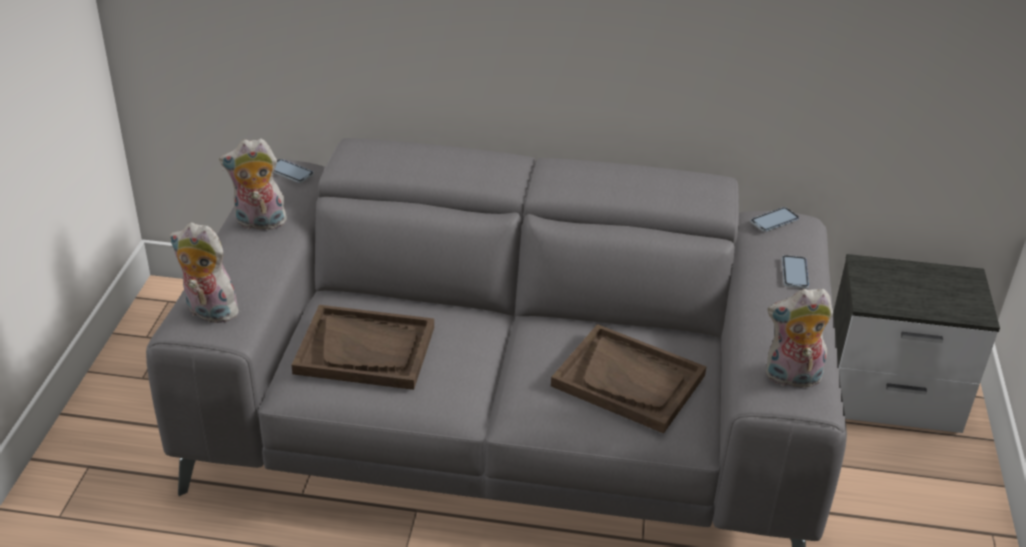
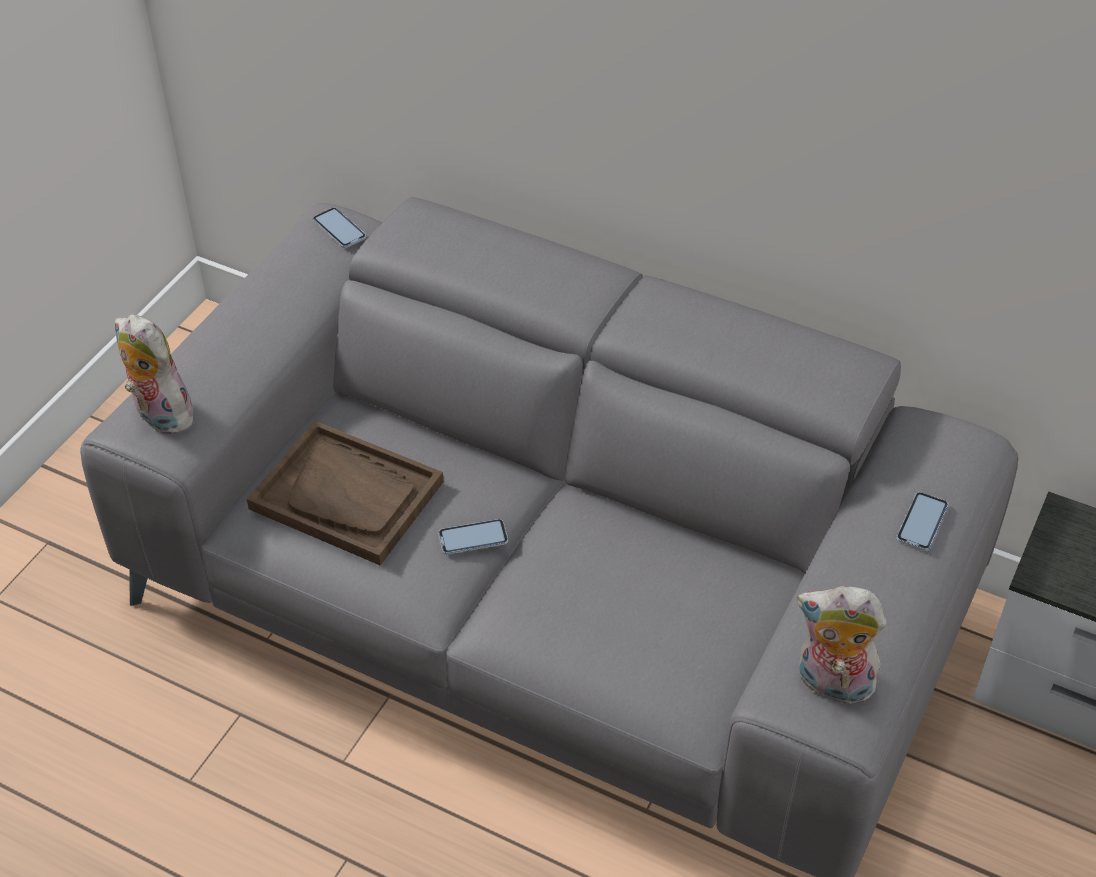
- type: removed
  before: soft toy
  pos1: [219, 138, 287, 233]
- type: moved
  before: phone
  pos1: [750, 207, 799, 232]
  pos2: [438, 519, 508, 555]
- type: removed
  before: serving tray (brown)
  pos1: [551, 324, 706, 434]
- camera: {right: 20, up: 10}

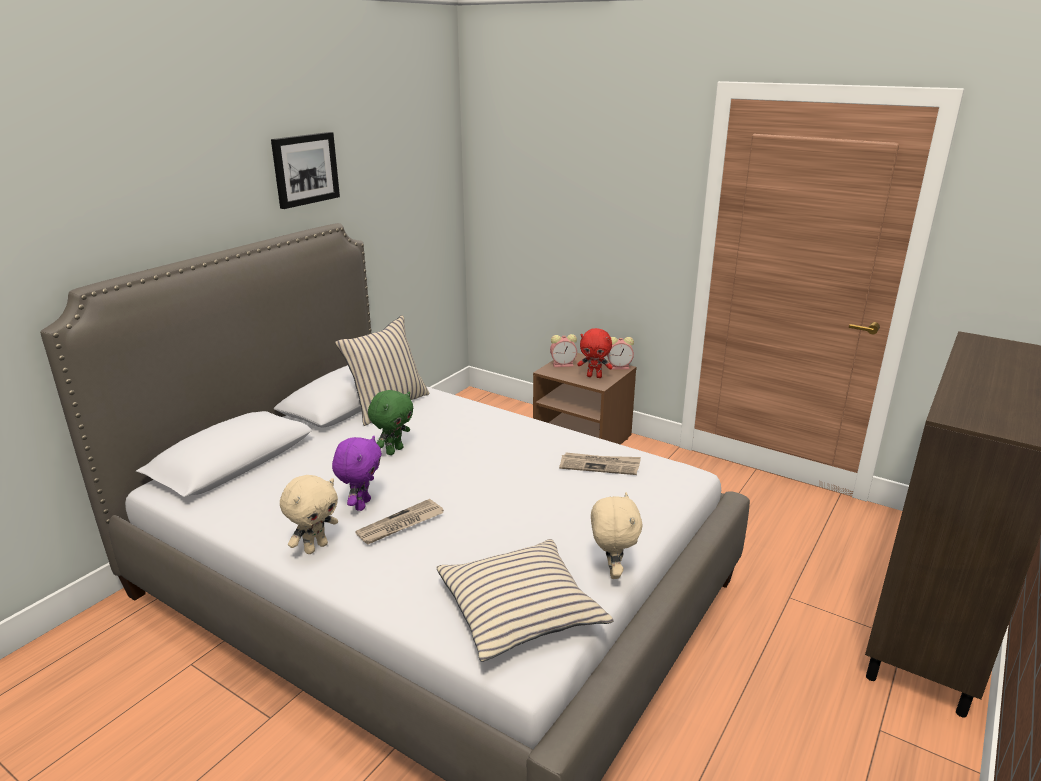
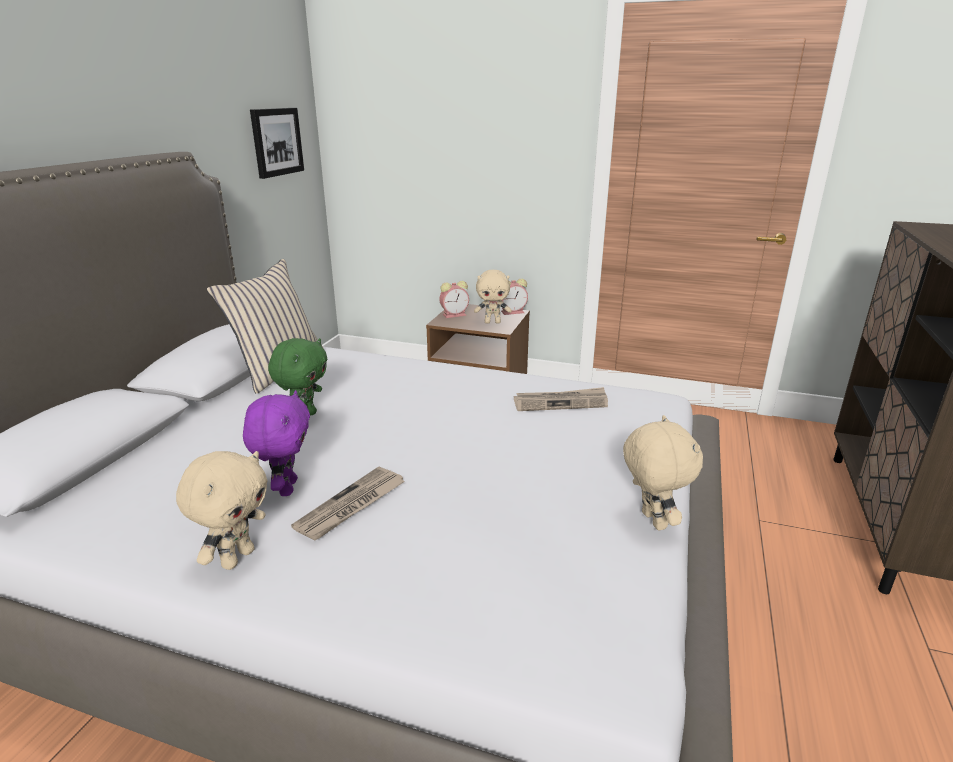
- type: moved
  before: wall art
  pos1: [271, 132, 340, 209]
  pos2: [250, 108, 304, 179]
- type: recoloured
  before: soft toy (red-coloured)
  after: soft toy (sand-coloured)
  pos1: [577, 328, 613, 378]
  pos2: [474, 270, 512, 324]
- type: removed
  before: throw pillow (sand-coloured)
  pos1: [436, 539, 614, 662]
- camera: {right: -15, up: 0}

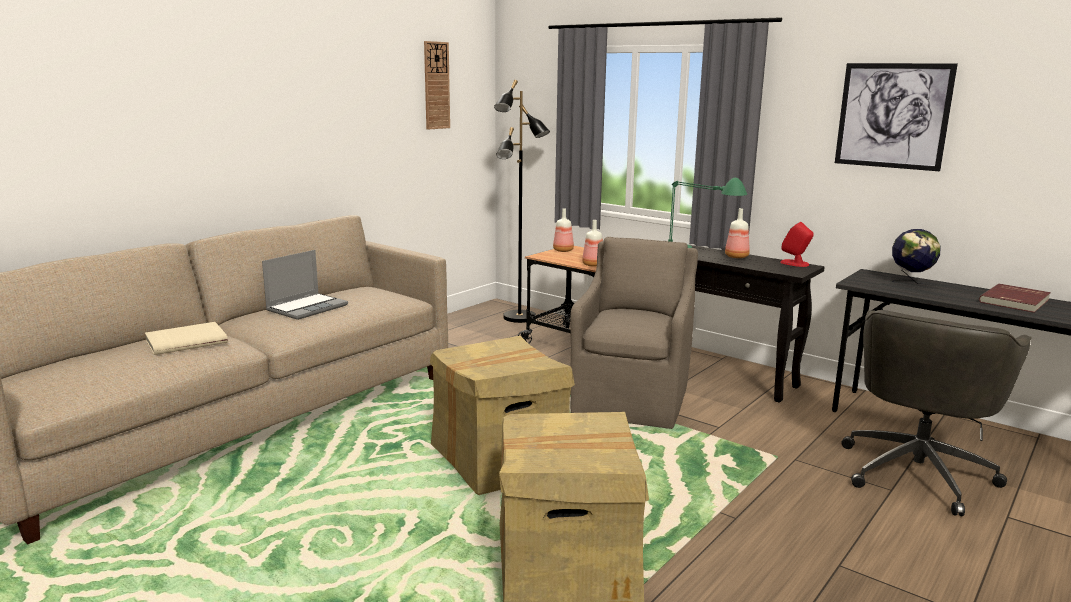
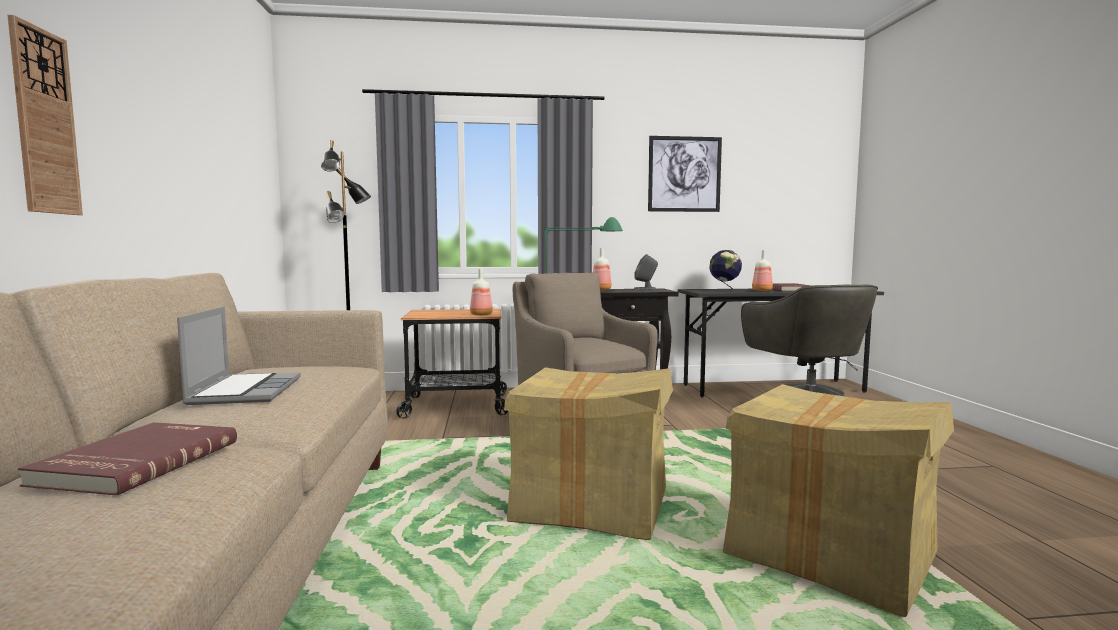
- type: moved
  before: hanging clock
  pos1: [424, 41, 450, 130]
  pos2: [8, 15, 83, 215]
- type: moved
  before: bottle
  pos1: [553, 209, 574, 252]
  pos2: [752, 250, 773, 291]
- type: recoloured
  before: loudspeaker (red-coloured)
  after: loudspeaker (grey)
  pos1: [780, 222, 814, 267]
  pos2: [634, 254, 658, 289]
- type: recoloured
  before: book (sand-coloured)
  after: book (red-coloured)
  pos1: [145, 322, 228, 355]
  pos2: [18, 422, 237, 496]
- camera: {right: -45, up: -10}

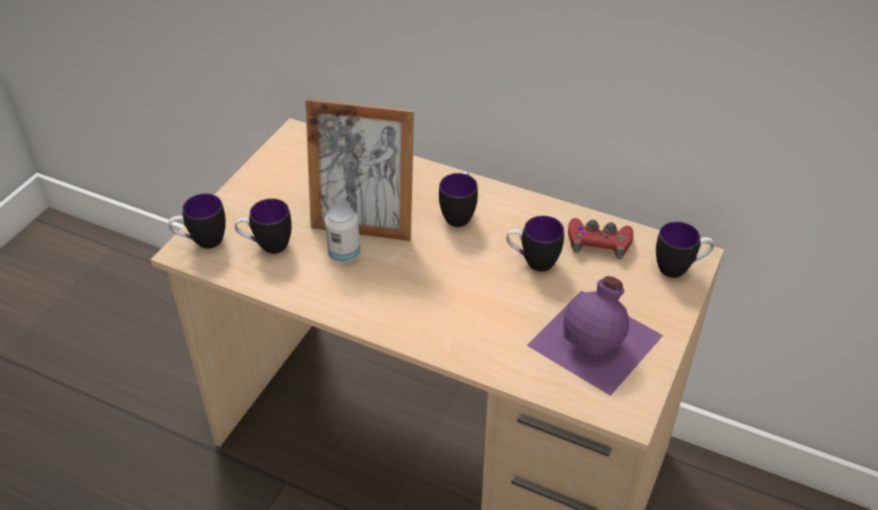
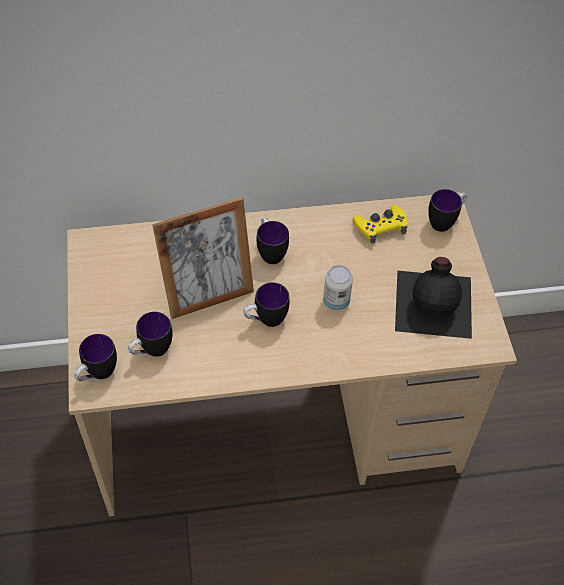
- type: moved
  before: sealed can
  pos1: [325, 204, 360, 263]
  pos2: [323, 265, 353, 311]
- type: moved
  before: coffee mug
  pos1: [506, 216, 564, 272]
  pos2: [243, 282, 290, 327]
- type: recoloured
  before: gamepad (red-coloured)
  after: gamepad (yellowish)
  pos1: [568, 218, 633, 259]
  pos2: [353, 205, 407, 243]
- type: recoloured
  before: bottle (purplish)
  after: bottle (blackish)
  pos1: [527, 276, 663, 396]
  pos2: [395, 257, 472, 339]
- camera: {right: -35, up: 10}

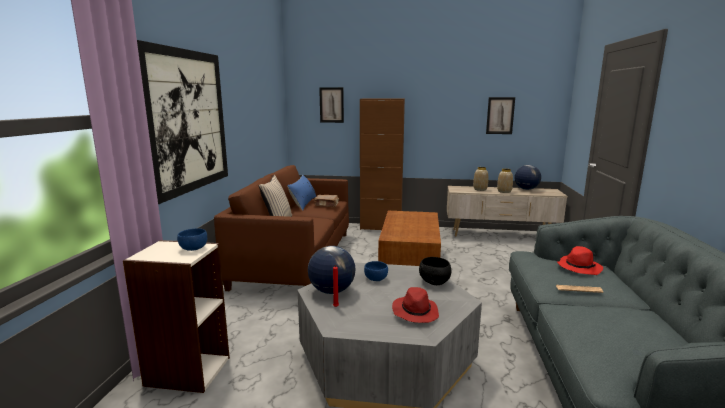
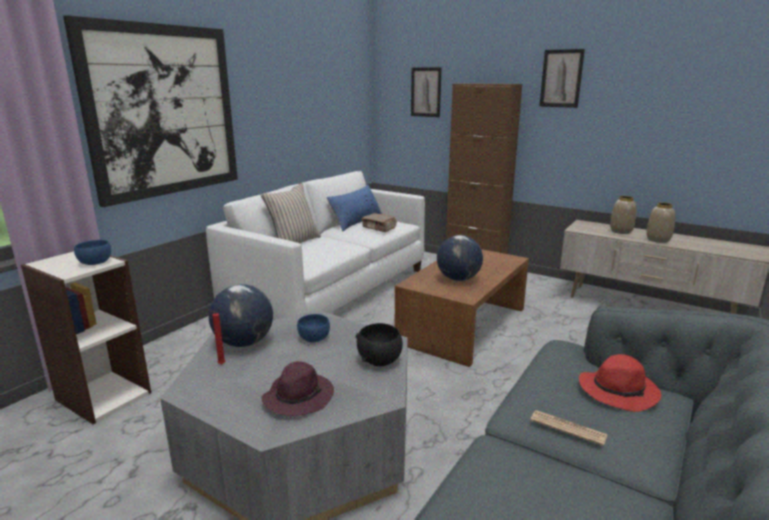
- type: moved
  before: wall art
  pos1: [486, 97, 515, 134]
  pos2: [539, 49, 585, 108]
- type: recoloured
  before: couch (brown)
  after: couch (white)
  pos1: [214, 165, 349, 291]
  pos2: [206, 171, 425, 320]
- type: moved
  before: globe
  pos1: [514, 165, 541, 190]
  pos2: [437, 235, 483, 281]
- type: recoloured
  before: clothing hat (red-coloured)
  after: clothing hat (purplish)
  pos1: [392, 287, 439, 323]
  pos2: [261, 361, 334, 416]
- camera: {right: 25, up: 5}

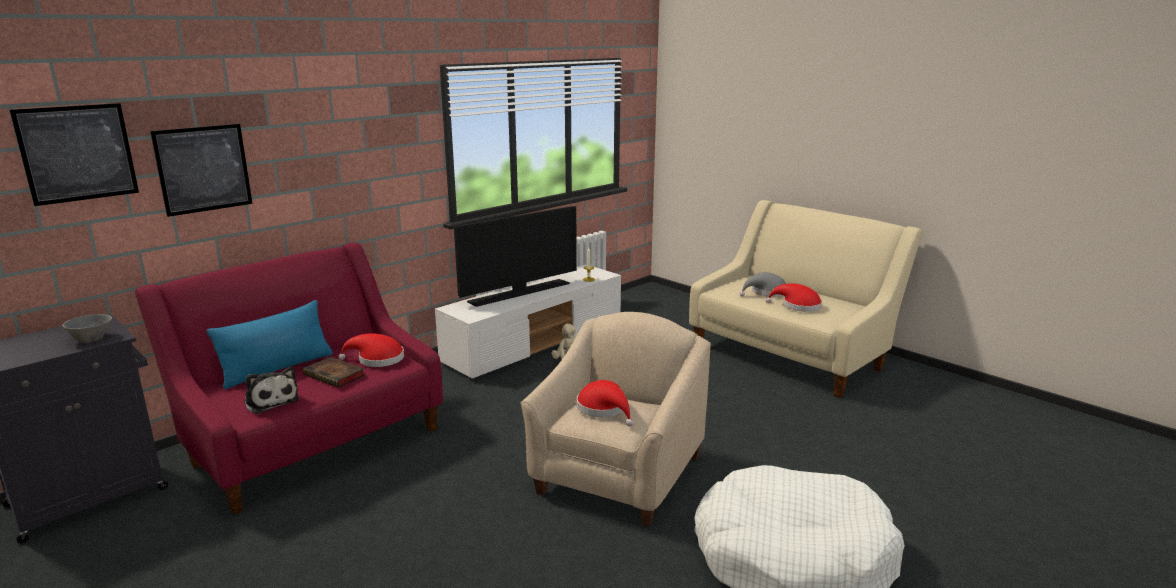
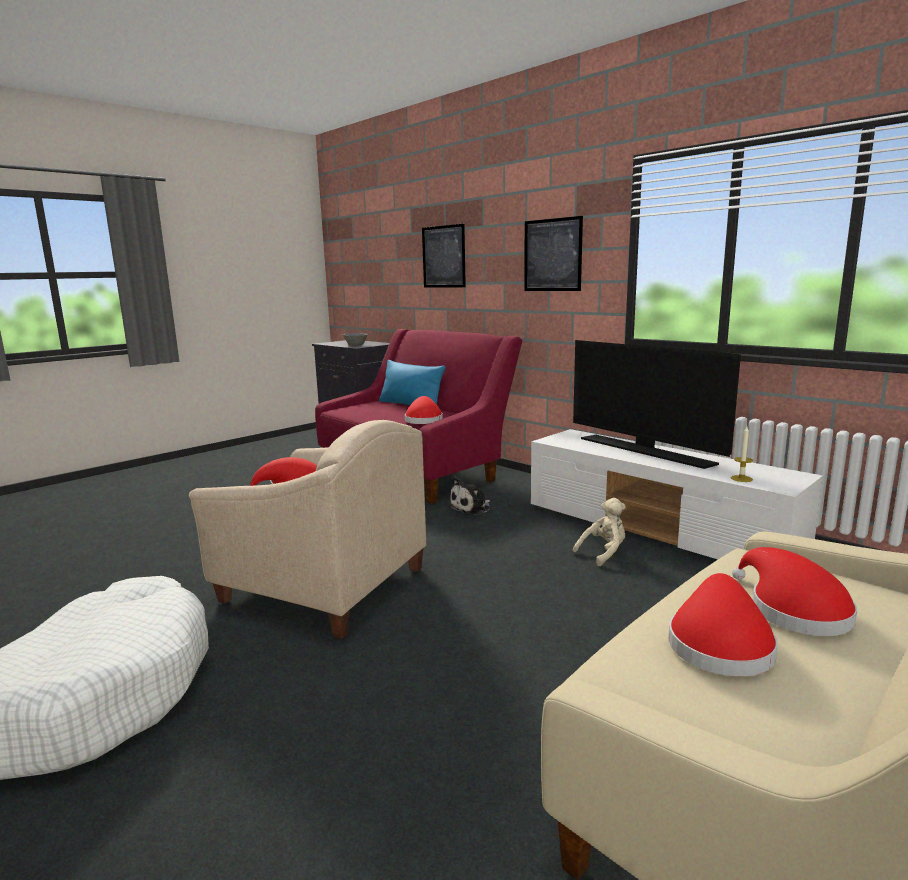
- type: moved
  before: wall art
  pos1: [9, 103, 139, 206]
  pos2: [524, 216, 583, 291]
- type: recoloured
  before: clothing hat (grey)
  after: clothing hat (red-coloured)
  pos1: [739, 272, 786, 297]
  pos2: [732, 547, 857, 636]
- type: removed
  before: book
  pos1: [303, 357, 365, 388]
- type: moved
  before: soft toy
  pos1: [244, 367, 299, 414]
  pos2: [448, 477, 491, 515]
- camera: {right: 90, up: -5}

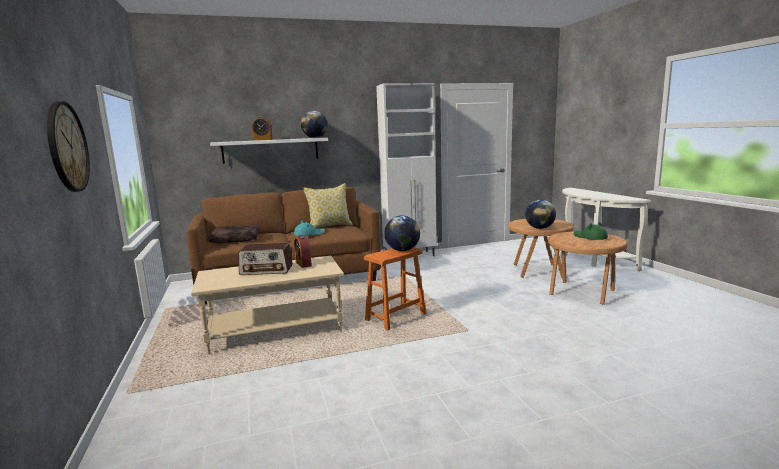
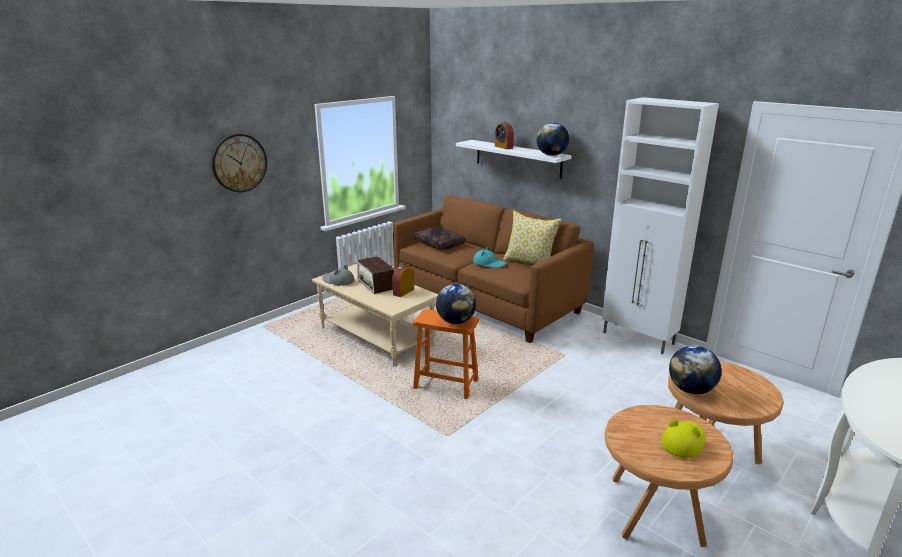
- type: recoloured
  before: clothing hat (green-coloured)
  after: clothing hat (yellowish)
  pos1: [574, 222, 608, 240]
  pos2: [661, 420, 705, 458]
- type: added
  after: clothing hat (grey)
  pos2: [322, 265, 355, 286]
- camera: {right: 60, up: 10}

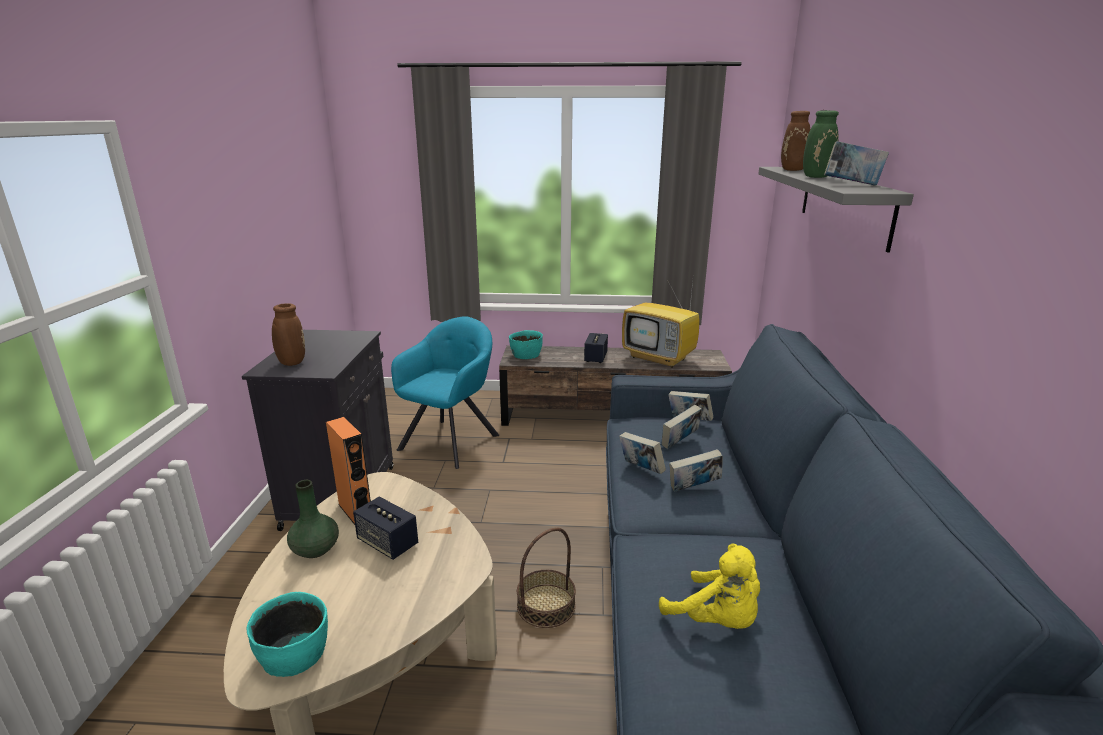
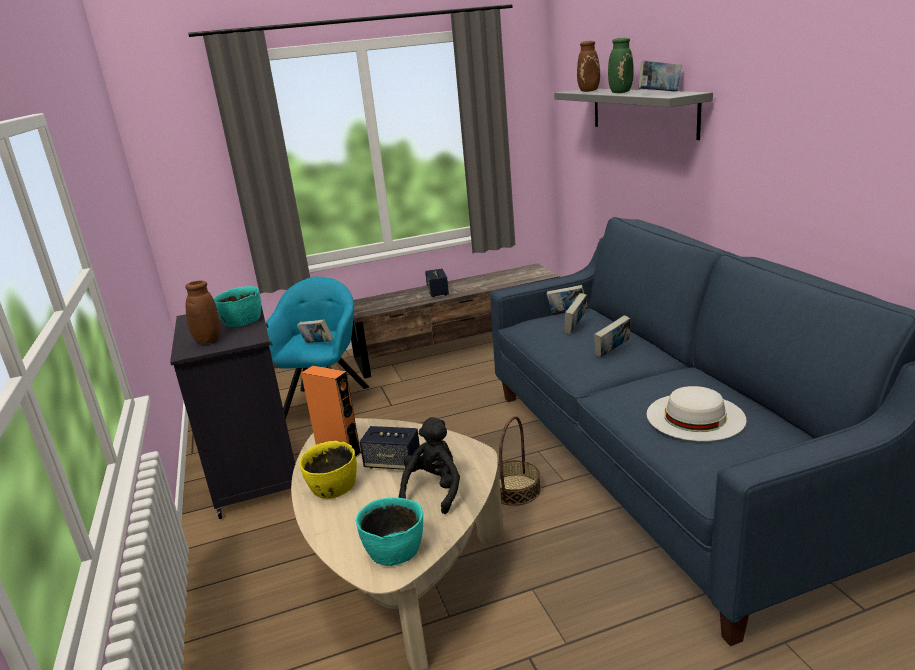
- type: removed
  before: TV set
  pos1: [622, 281, 700, 368]
- type: moved
  before: bowl (turquoise)
  pos1: [509, 330, 543, 359]
  pos2: [213, 286, 261, 327]
- type: moved
  before: book
  pos1: [619, 432, 666, 474]
  pos2: [297, 319, 333, 343]
- type: replaced
  before: vase (green-coloured)
  after: bowl (yellowish)
  pos1: [287, 480, 339, 558]
  pos2: [300, 441, 357, 499]
- type: replaced
  before: soft toy (yellowish)
  after: clothing hat (white)
  pos1: [659, 543, 760, 629]
  pos2: [647, 386, 747, 441]
- type: added
  after: soft toy (blackish)
  pos2: [399, 417, 460, 514]
- camera: {right: -20, up: 0}

